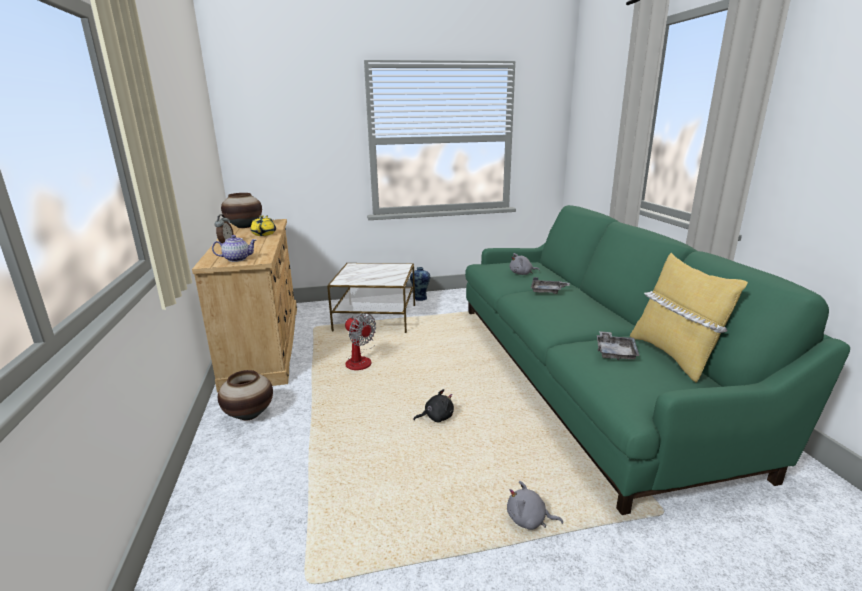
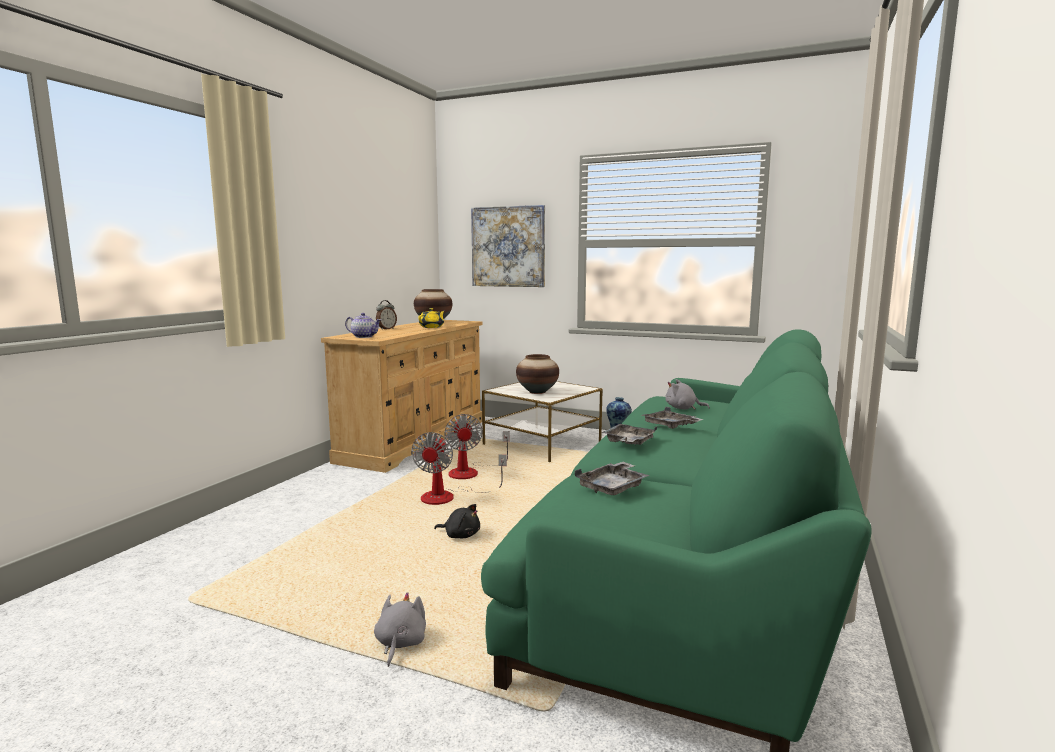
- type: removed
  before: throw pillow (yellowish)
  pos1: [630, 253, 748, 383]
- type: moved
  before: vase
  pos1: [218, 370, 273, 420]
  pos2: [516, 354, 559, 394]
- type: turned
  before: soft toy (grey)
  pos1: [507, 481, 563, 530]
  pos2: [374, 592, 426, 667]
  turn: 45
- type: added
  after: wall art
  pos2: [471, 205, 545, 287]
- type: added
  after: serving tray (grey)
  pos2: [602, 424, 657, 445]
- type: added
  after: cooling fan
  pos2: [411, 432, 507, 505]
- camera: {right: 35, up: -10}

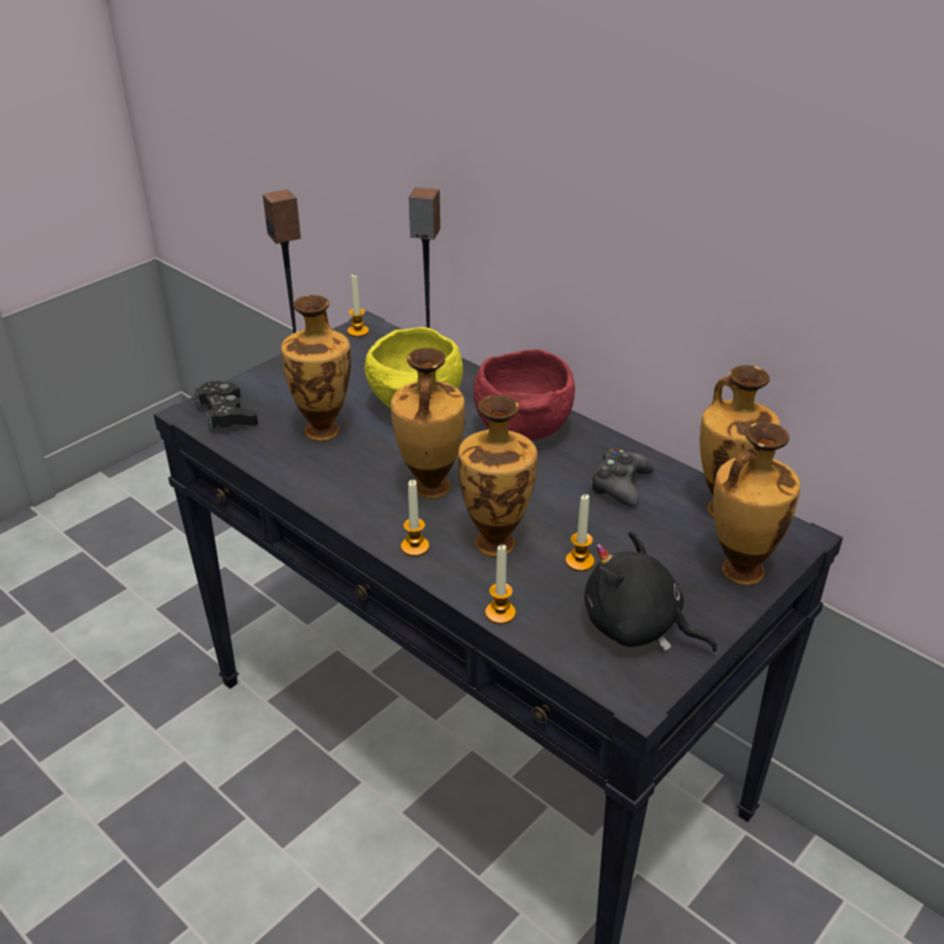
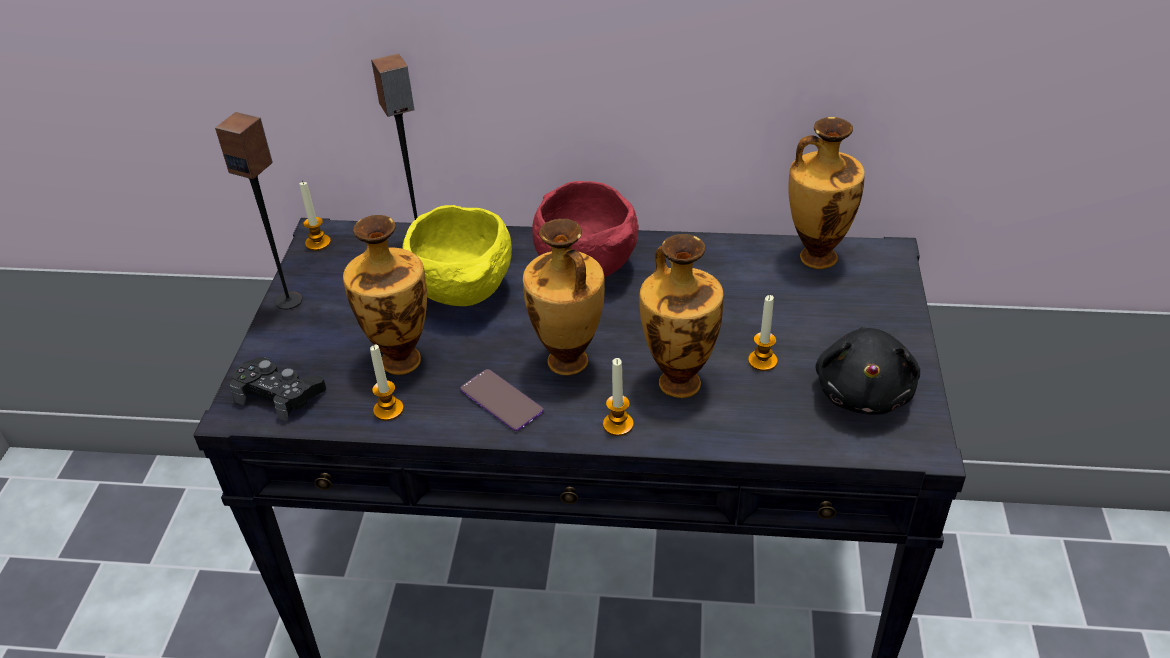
- type: removed
  before: vase
  pos1: [713, 422, 800, 585]
- type: removed
  before: gamepad (blackish)
  pos1: [590, 449, 655, 507]
- type: turned
  before: soft toy (blackish)
  pos1: [584, 531, 717, 652]
  pos2: [815, 327, 920, 415]
  turn: -75
- type: moved
  before: wax candle
  pos1: [485, 545, 516, 624]
  pos2: [370, 345, 404, 421]
- type: added
  after: phone
  pos2: [461, 369, 544, 431]
- camera: {right: -35, up: 5}

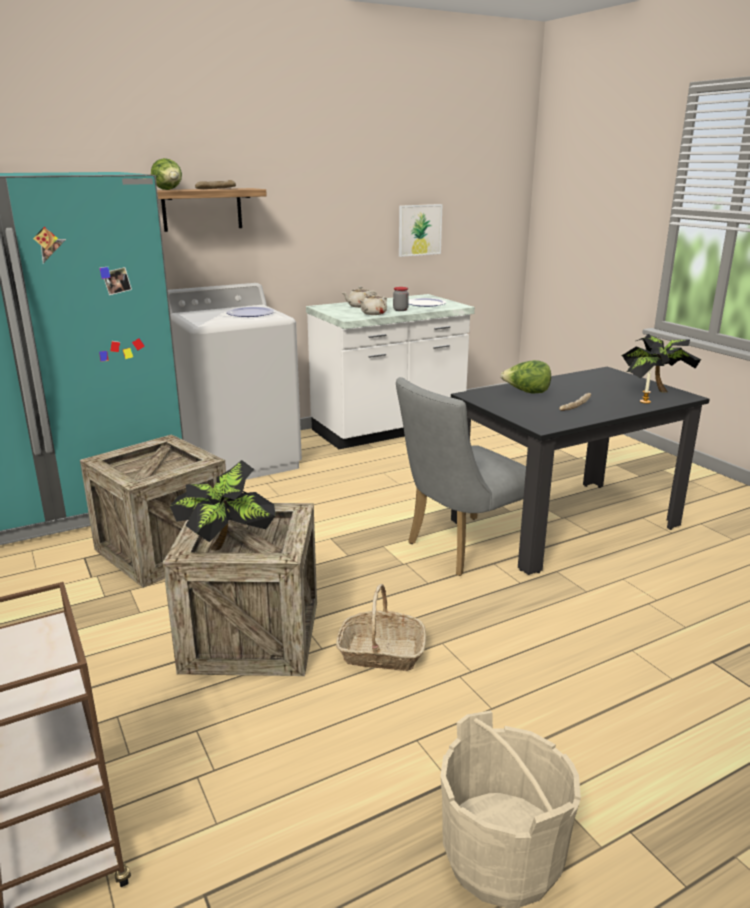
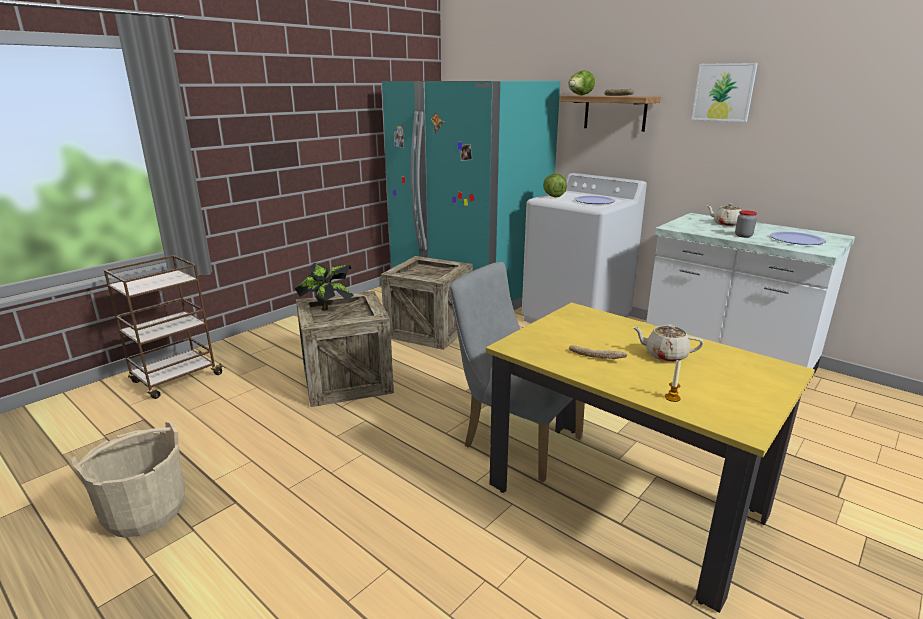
- type: moved
  before: wall art
  pos1: [399, 204, 443, 257]
  pos2: [692, 63, 758, 122]
- type: moved
  before: tea pot (sand-coloured)
  pos1: [359, 293, 387, 315]
  pos2: [633, 324, 704, 362]
- type: removed
  before: plant in a pot
  pos1: [622, 334, 701, 393]
- type: moved
  before: lettuce head
  pos1: [500, 360, 551, 393]
  pos2: [543, 174, 567, 197]
- type: recoloured
  before: kitchen table (blackish)
  after: kitchen table (yellowish)
  pos1: [451, 367, 710, 575]
  pos2: [486, 302, 815, 613]
- type: removed
  before: storage basket
  pos1: [336, 584, 426, 671]
- camera: {right: 70, up: 0}

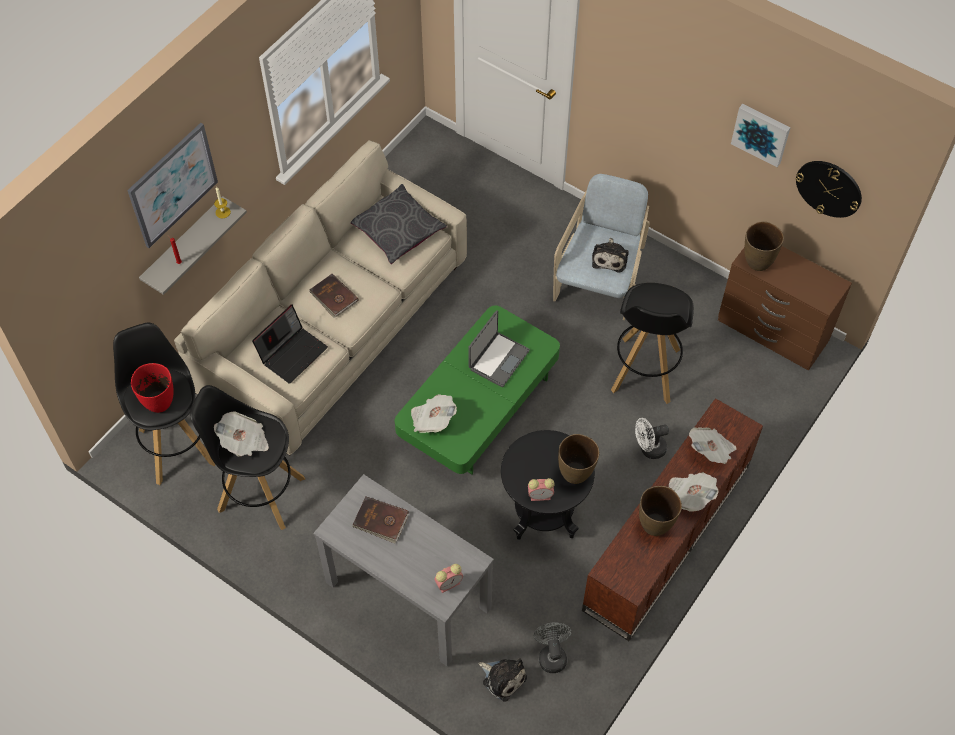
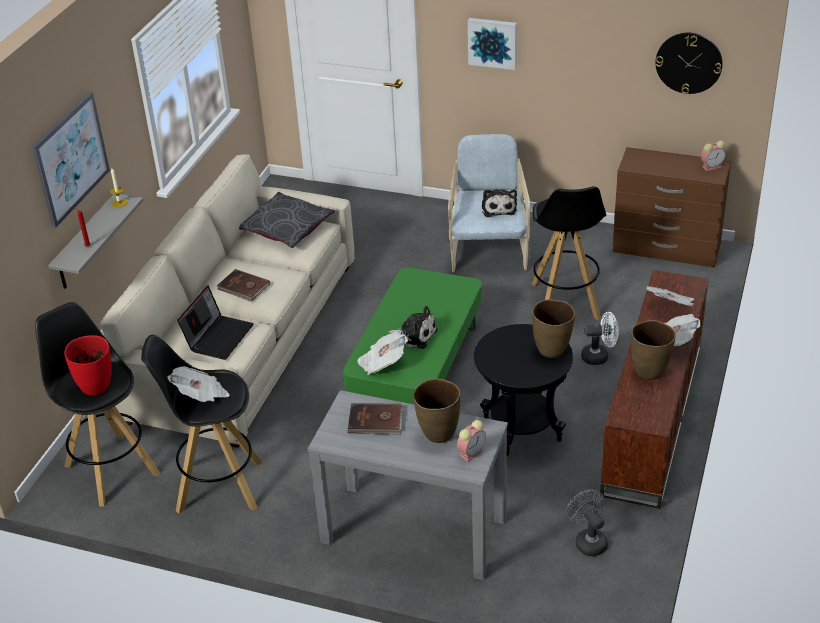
- type: moved
  before: wall art
  pos1: [731, 104, 791, 167]
  pos2: [468, 18, 517, 70]
- type: moved
  before: vase (brown)
  pos1: [744, 221, 784, 271]
  pos2: [413, 378, 460, 443]
- type: removed
  before: laptop
  pos1: [468, 310, 530, 387]
- type: turned
  before: cooling fan (white)
  pos1: [635, 418, 669, 459]
  pos2: [581, 312, 619, 365]
  turn: -150
- type: moved
  before: table clock
  pos1: [528, 478, 555, 501]
  pos2: [701, 141, 726, 171]
- type: moved
  before: soft toy
  pos1: [478, 658, 527, 702]
  pos2: [388, 306, 437, 349]
- camera: {right: -15, up: -20}

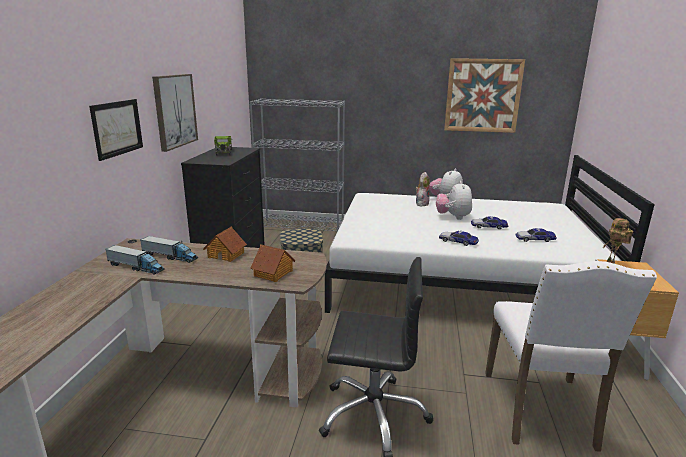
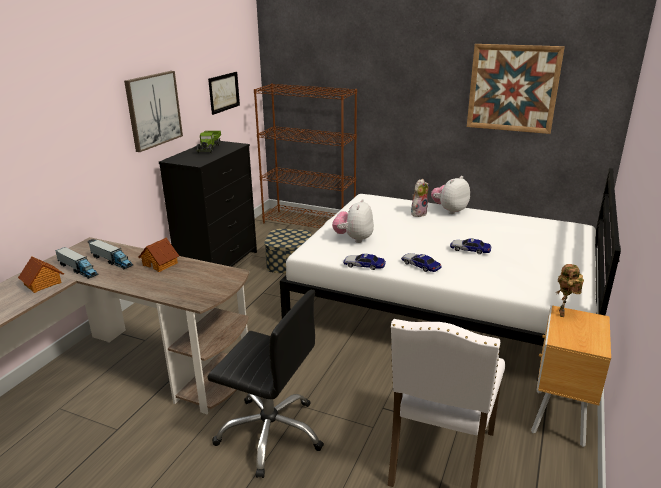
- type: recoloured
  before: bookshelf (grey)
  after: bookshelf (brown)
  pos1: [249, 98, 345, 232]
  pos2: [254, 83, 357, 228]
- type: moved
  before: wall art
  pos1: [89, 99, 143, 161]
  pos2: [208, 72, 240, 115]
- type: moved
  before: soft toy
  pos1: [436, 181, 472, 220]
  pos2: [332, 199, 374, 243]
- type: moved
  before: miniature car
  pos1: [515, 228, 557, 242]
  pos2: [343, 253, 386, 270]
- type: moved
  before: toy house
  pos1: [250, 244, 296, 282]
  pos2: [18, 256, 64, 293]
- camera: {right: 15, up: 5}

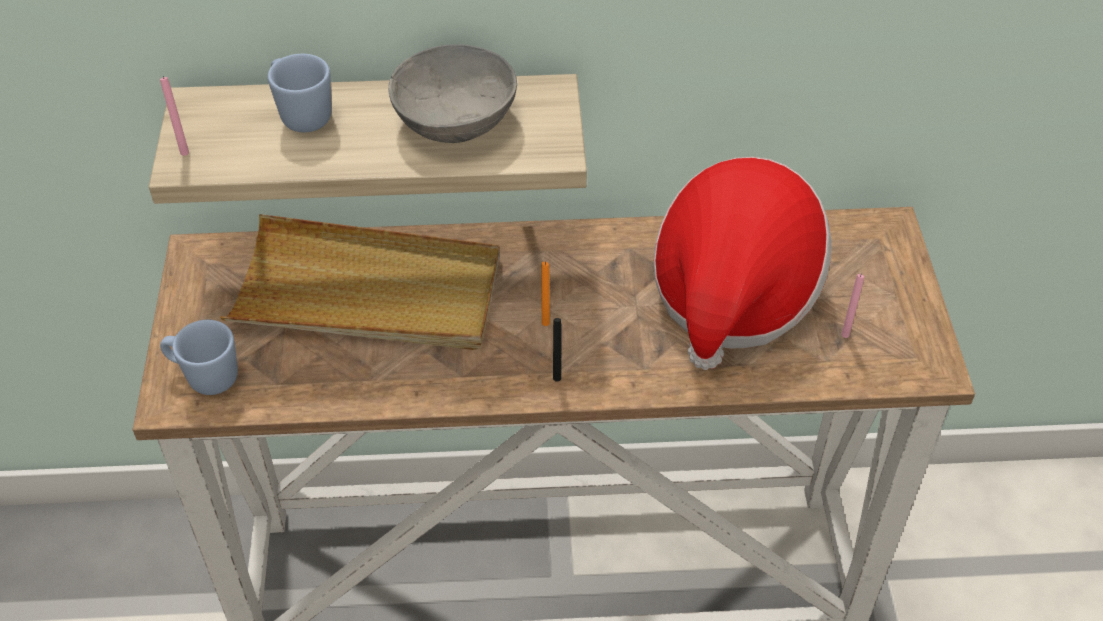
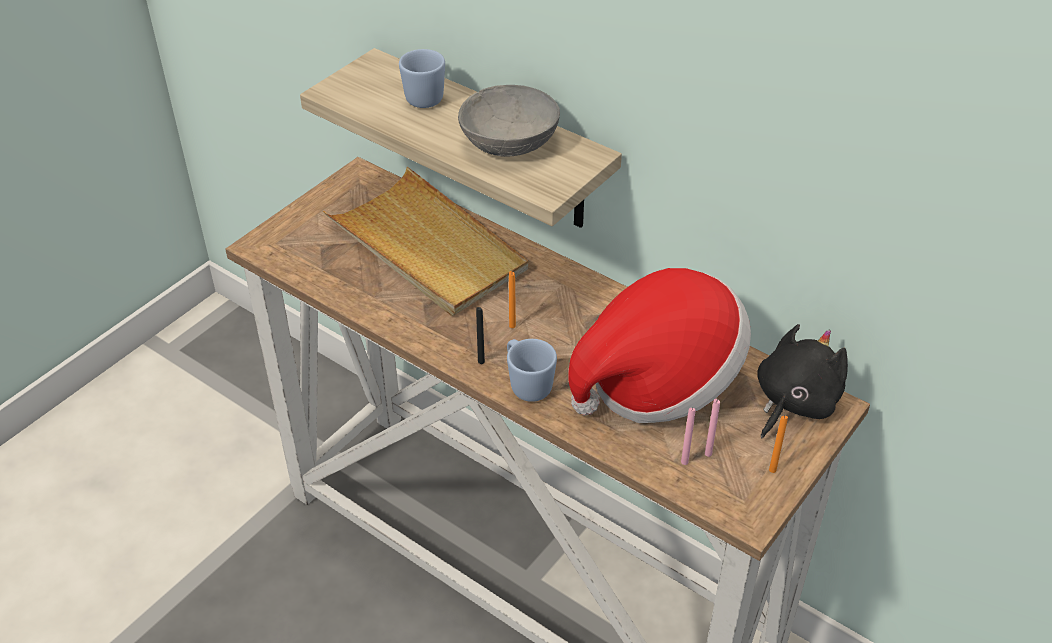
- type: moved
  before: wax candle (pinkish)
  pos1: [160, 76, 189, 156]
  pos2: [681, 407, 695, 465]
- type: moved
  before: coffee mug (blue-coloured)
  pos1: [160, 320, 238, 395]
  pos2: [507, 339, 557, 402]
- type: added
  after: soft toy (blackish)
  pos2: [757, 324, 848, 438]
- type: added
  after: wax candle (orange)
  pos2: [769, 416, 788, 473]
- camera: {right: 40, up: -5}

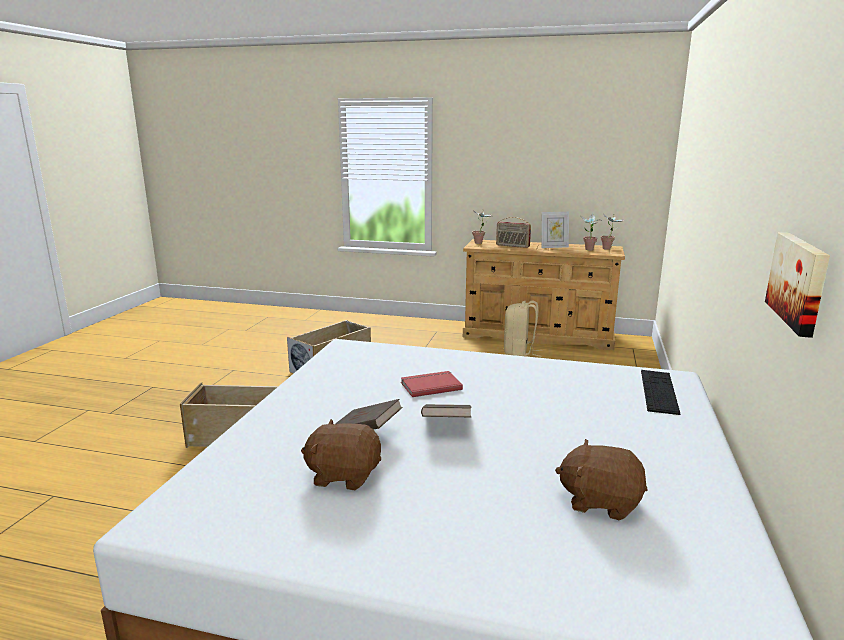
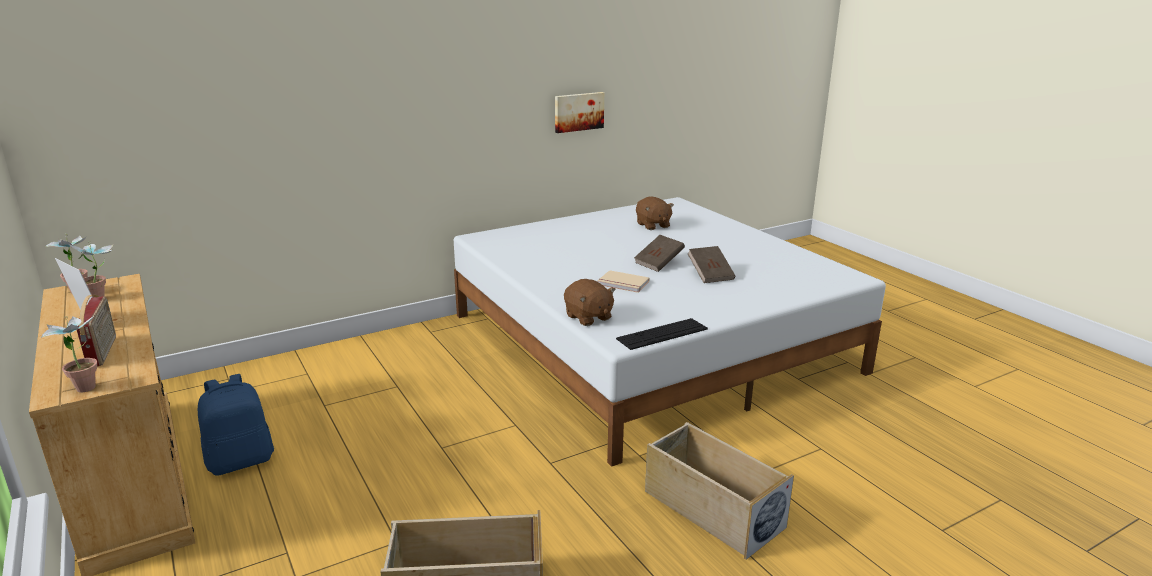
- type: recoloured
  before: backpack (sand-coloured)
  after: backpack (blue-coloured)
  pos1: [504, 301, 542, 357]
  pos2: [198, 374, 274, 476]
- type: moved
  before: PC keyboard
  pos1: [641, 370, 680, 415]
  pos2: [616, 318, 708, 350]
- type: recoloured
  before: book (red-coloured)
  after: book (sand-coloured)
  pos1: [401, 371, 463, 397]
  pos2: [597, 270, 650, 293]
- type: moved
  before: soft toy (brown)
  pos1: [301, 419, 381, 490]
  pos2: [564, 279, 616, 326]
- camera: {right: -135, up: 5}

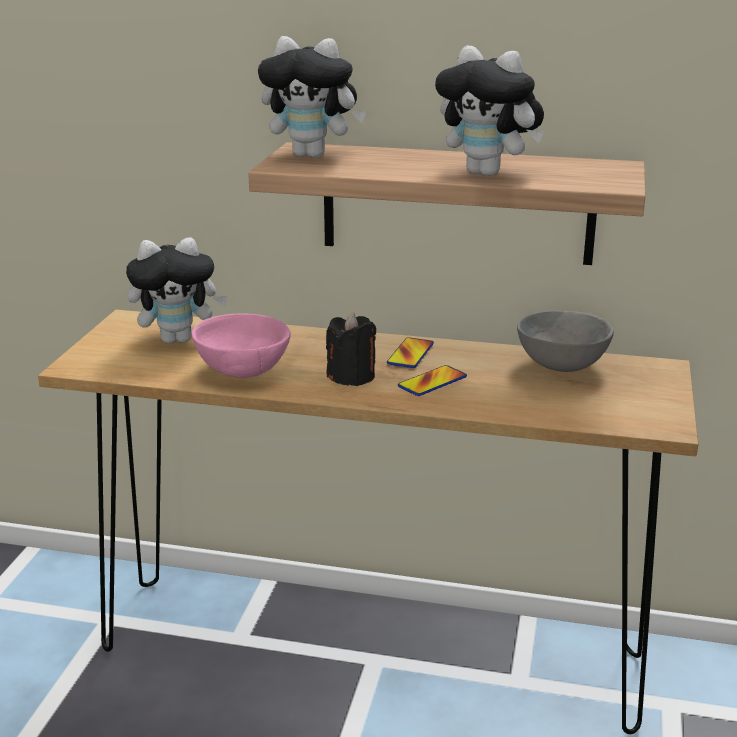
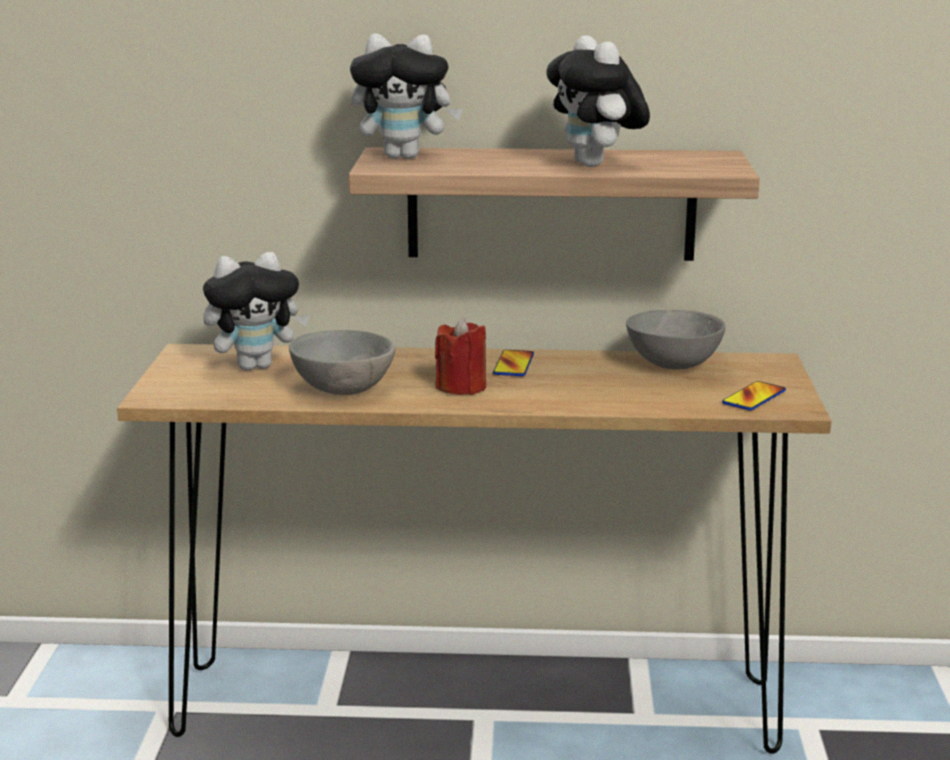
- type: turned
  before: soft toy
  pos1: [435, 45, 544, 176]
  pos2: [546, 35, 650, 167]
  turn: 45
- type: recoloured
  before: bowl (pinkish)
  after: bowl (grey)
  pos1: [192, 313, 291, 378]
  pos2: [289, 330, 396, 395]
- type: recoloured
  before: wax candle (blackish)
  after: wax candle (red-coloured)
  pos1: [326, 313, 376, 386]
  pos2: [435, 317, 486, 395]
- type: moved
  before: phone
  pos1: [398, 365, 467, 396]
  pos2: [722, 381, 786, 411]
- camera: {right: -10, up: -5}

